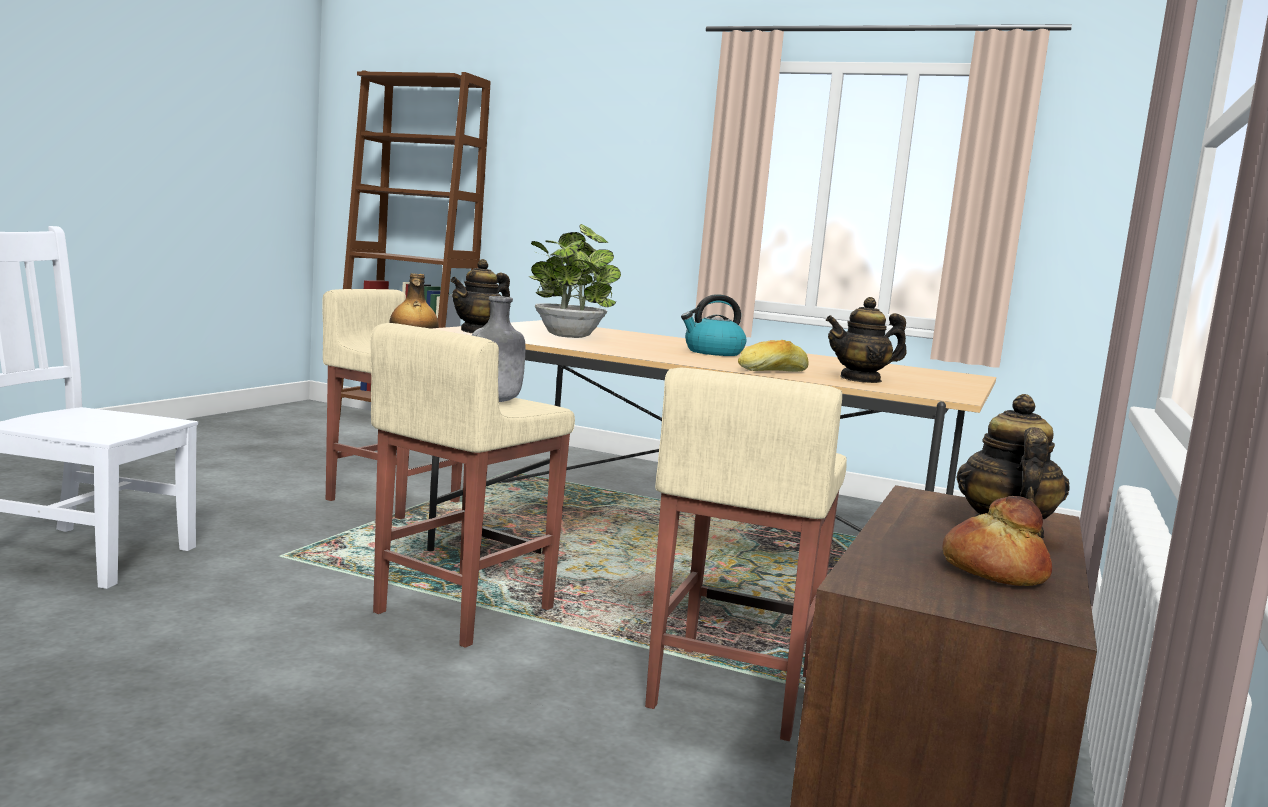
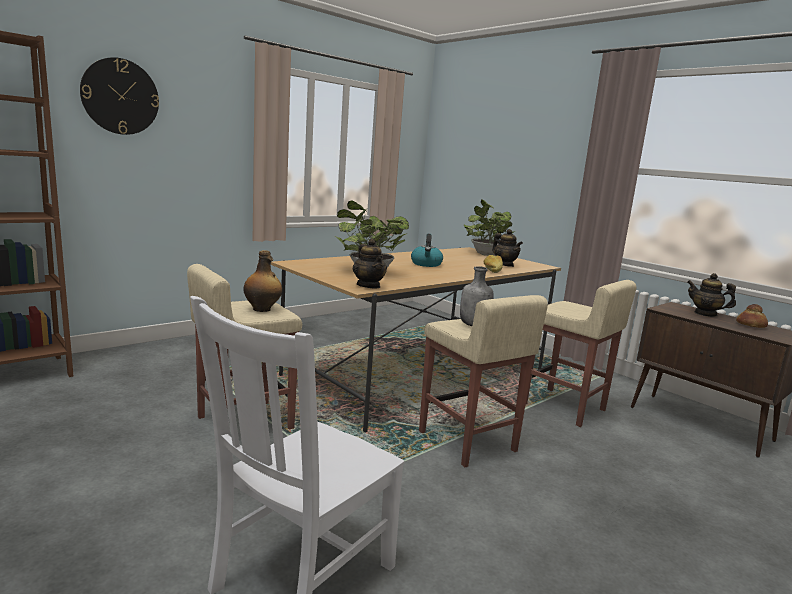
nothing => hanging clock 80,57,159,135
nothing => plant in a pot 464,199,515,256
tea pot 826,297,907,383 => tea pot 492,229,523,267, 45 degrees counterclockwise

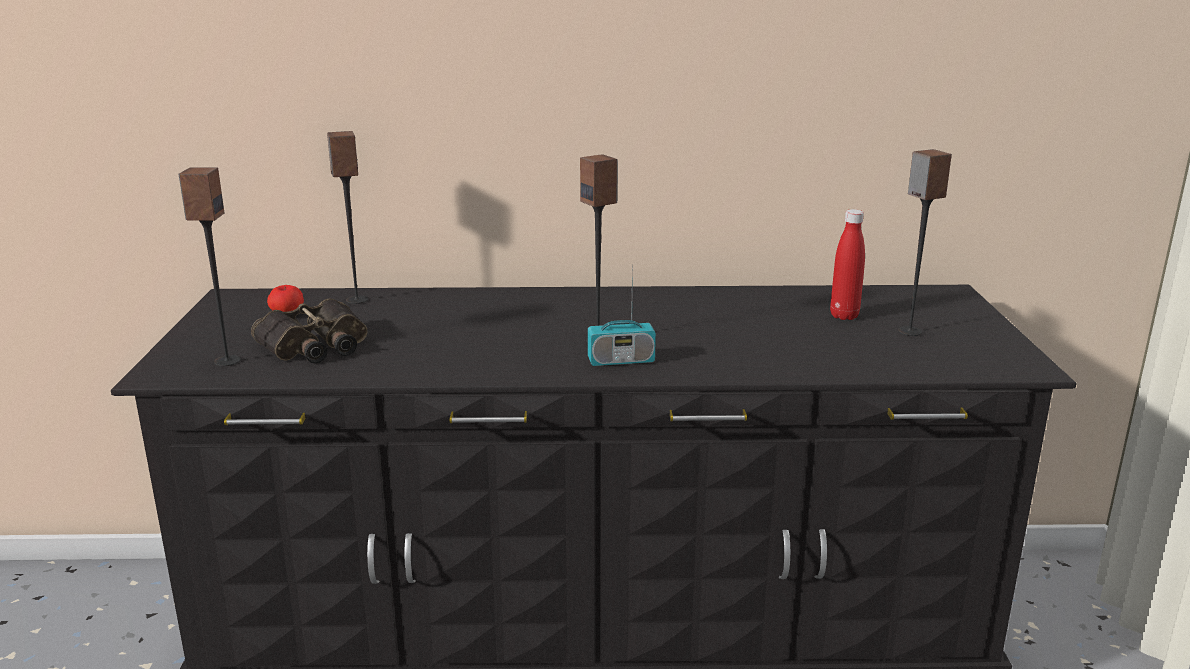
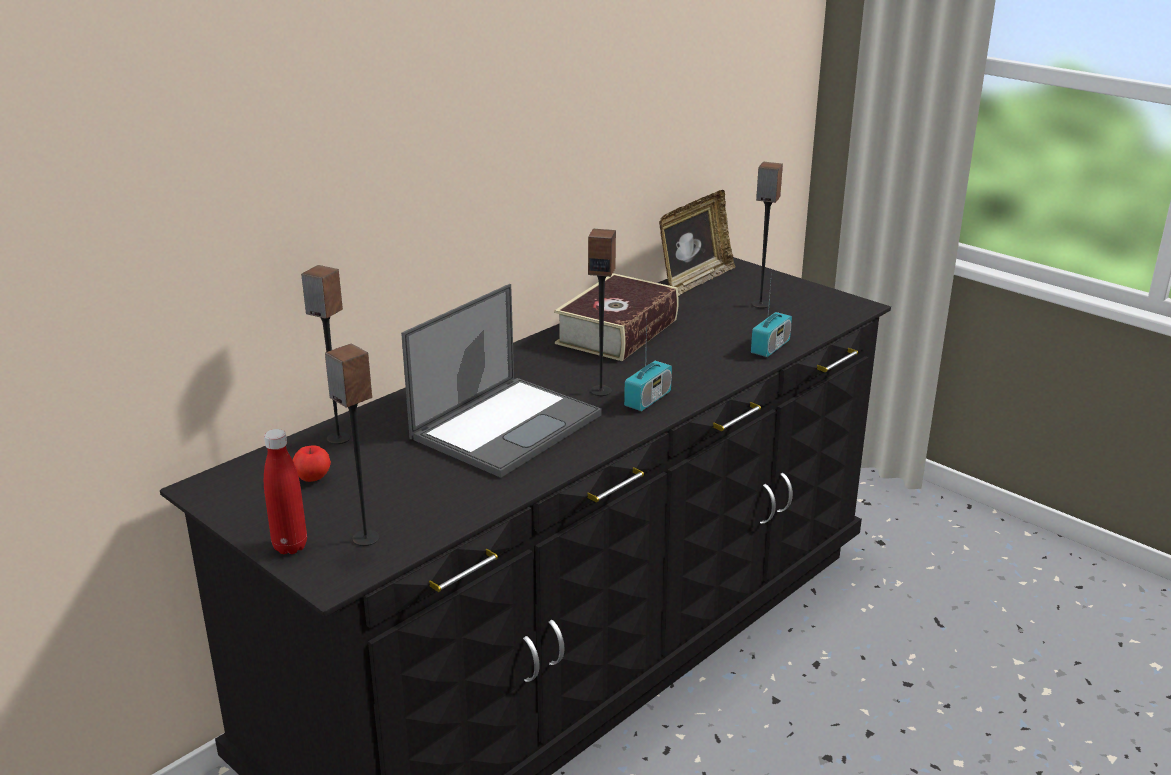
binoculars 251,298,368,364 => nothing
nothing => portable computer 401,284,602,478
nothing => bound book 554,273,679,361
nothing => picture frame 659,190,736,296
nothing => radio receiver 751,270,792,357
bottle in red-coloured 830,209,865,320 => bottle in red-coloured 264,429,307,554, moved

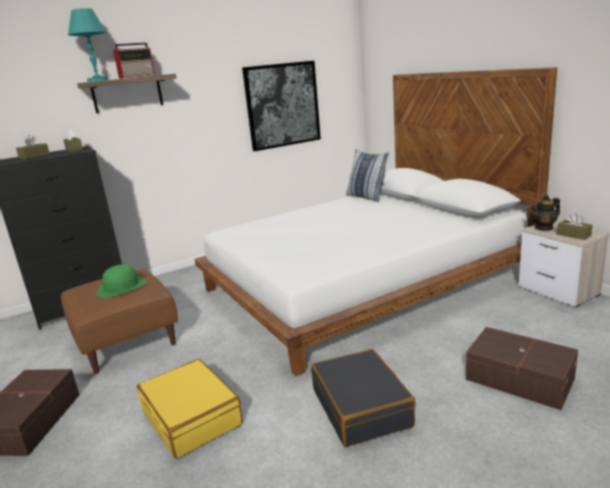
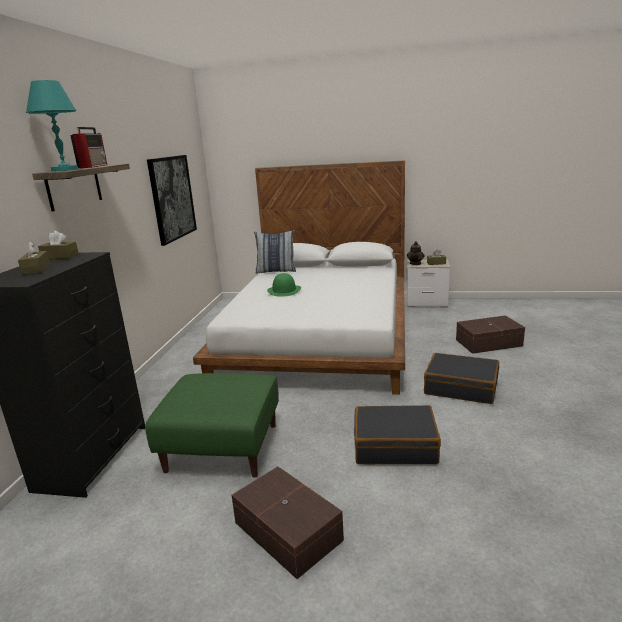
clothing hat in green 96,264,146,297 => clothing hat in green 267,273,301,297, moved
footrest in brownish 61,269,178,374 => footrest in green 145,373,279,478
suitcase in yellowish 137,359,243,459 => suitcase in black-coloured 354,405,441,464

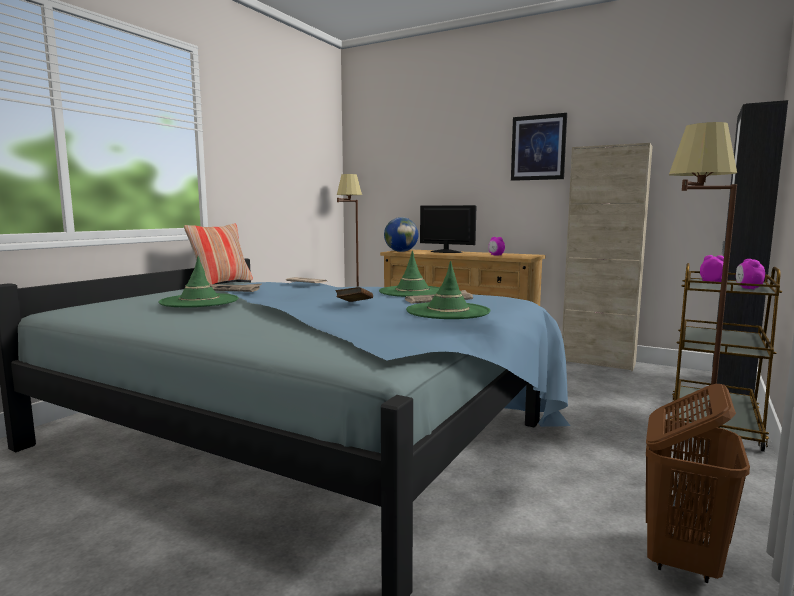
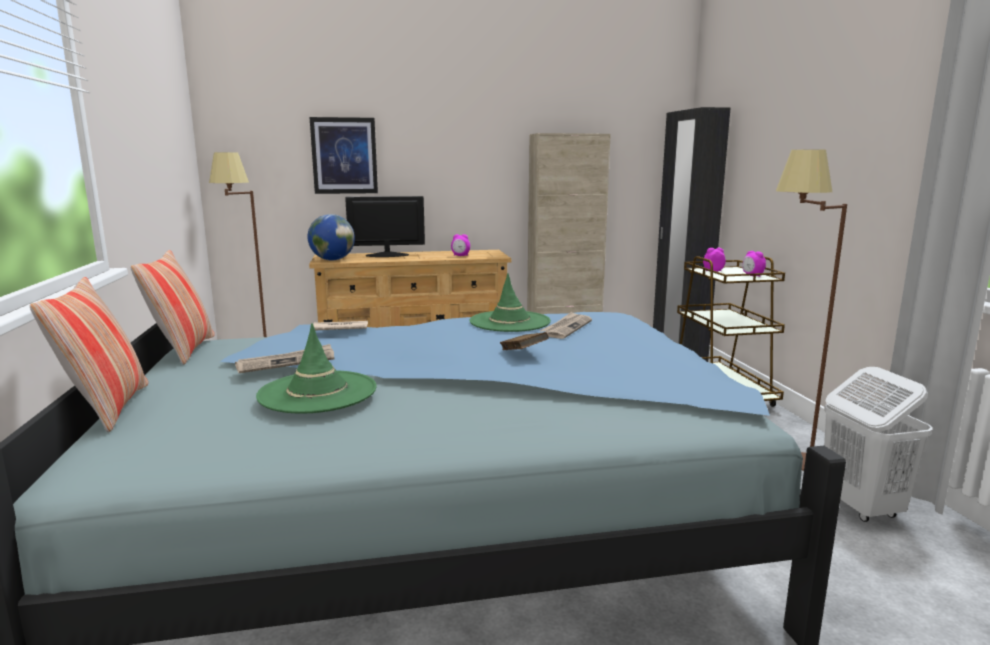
clothing hat in green 406,261,490,319 => nothing
nothing => pillow 30,277,148,433
wall art 511,113,567,181 => wall art 310,117,378,194, moved
laundry basket in brownish 646,384,750,583 => laundry basket in white 824,367,933,522

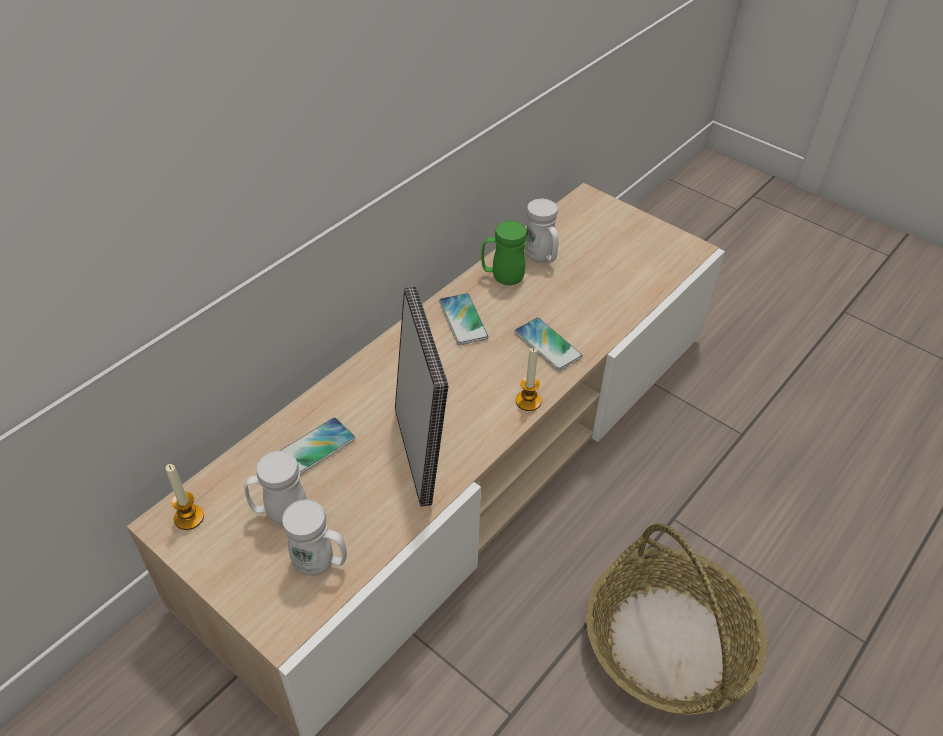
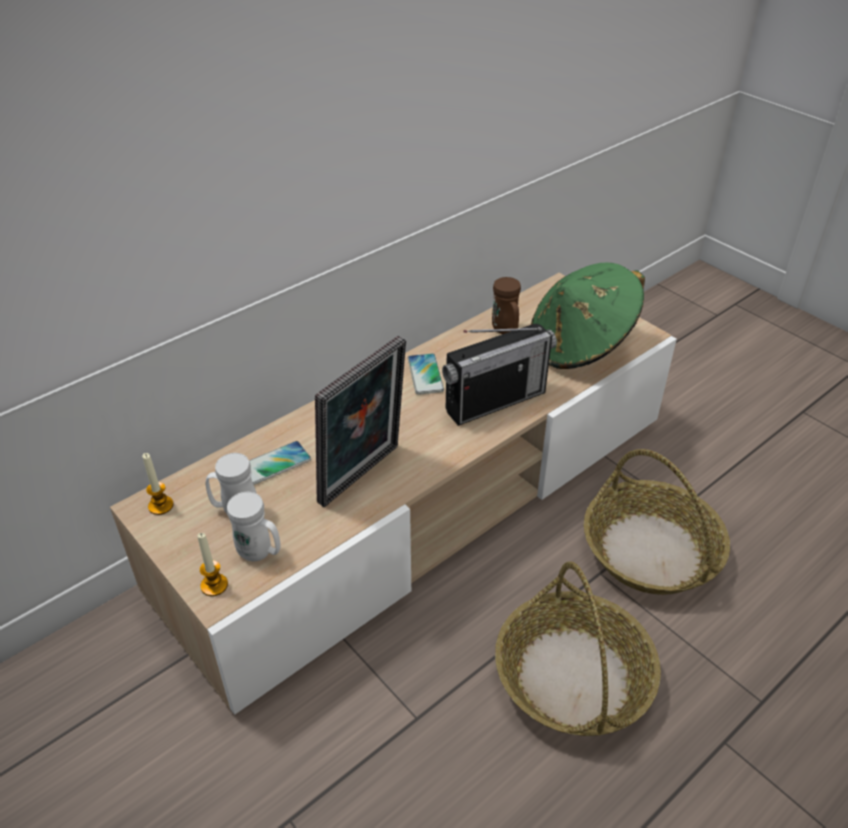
coffee mug in green 481,221,527,285 => nothing
nothing => clothing hat in green 531,263,645,369
nothing => storage basket 584,449,730,595
wax candle 516,348,542,411 => wax candle 197,533,228,596, moved
handset 514,318,583,371 => radio receiver 442,324,557,426
coffee mug in white 525,199,559,263 => coffee mug in brownish 492,277,521,334
picture frame 395,287,449,507 => picture frame 315,336,406,507, 45 degrees clockwise

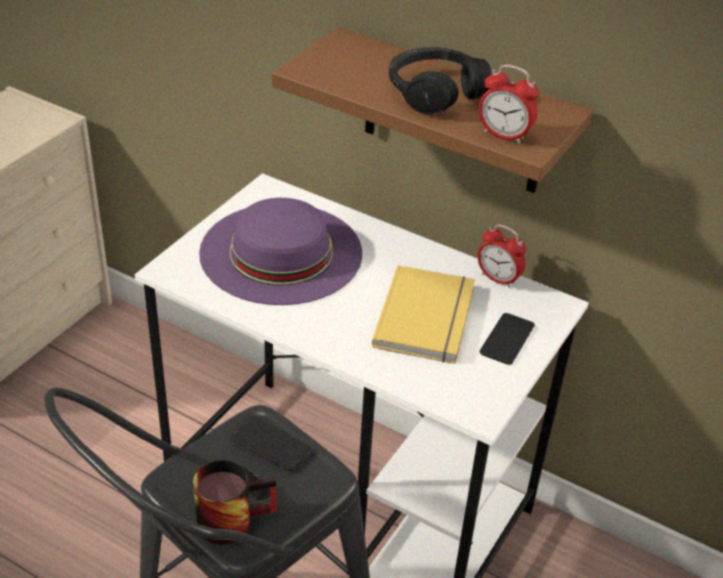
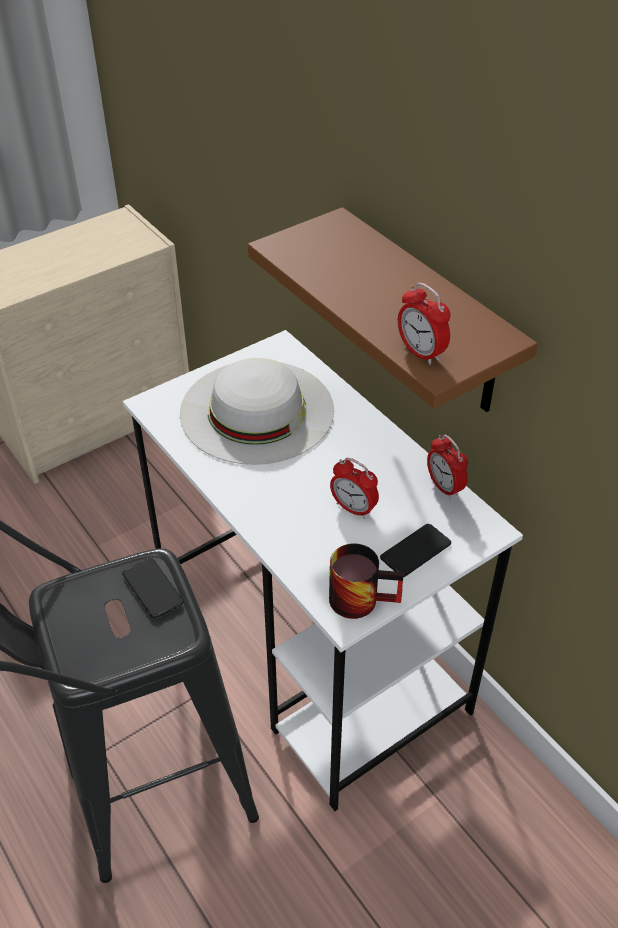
headphones in black-coloured 389,47,492,115 => nothing
coffee mug 193,460,277,545 => coffee mug 329,543,404,619, moved
bound book in yellowish 372,265,475,364 => bedside clock 330,458,379,519
clothing hat in purple-coloured 199,198,362,305 => clothing hat in white 180,358,334,465

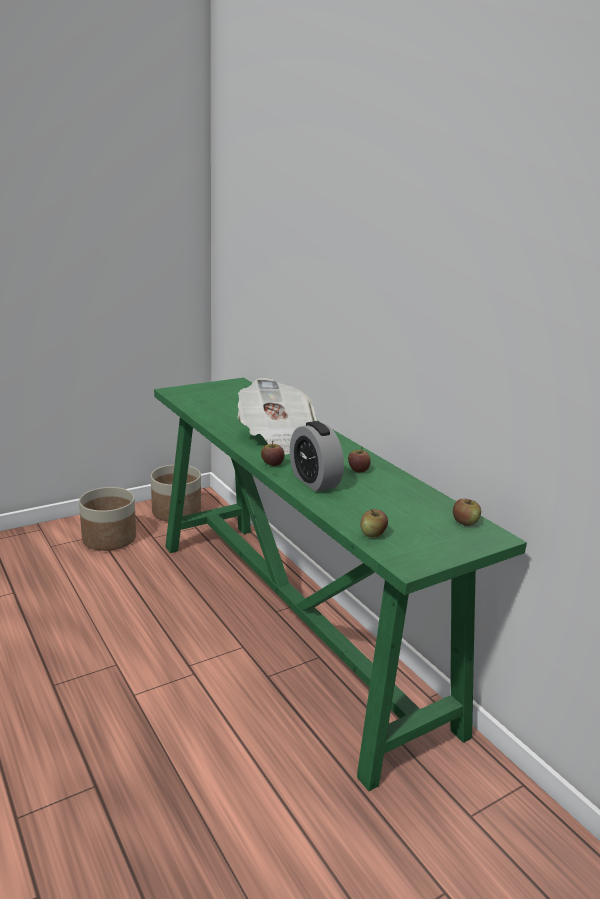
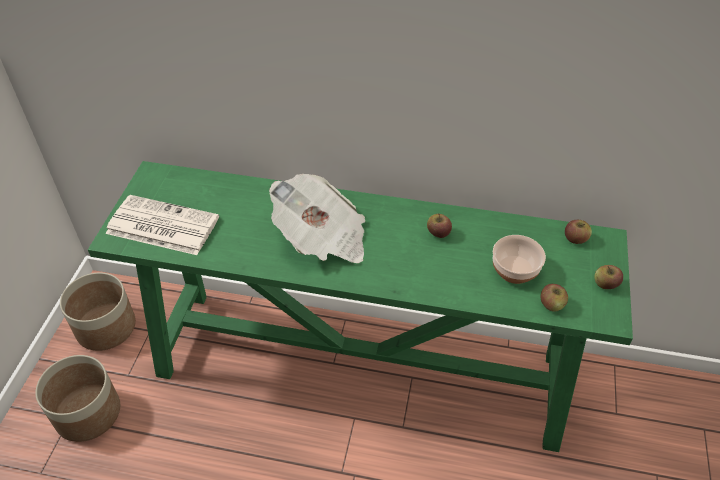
bedside clock 290,421,344,492 => nothing
nothing => printed paper 105,195,219,255
nothing => bowl 493,235,546,284
apple fruit 261,441,285,466 => apple fruit 594,265,623,289, moved

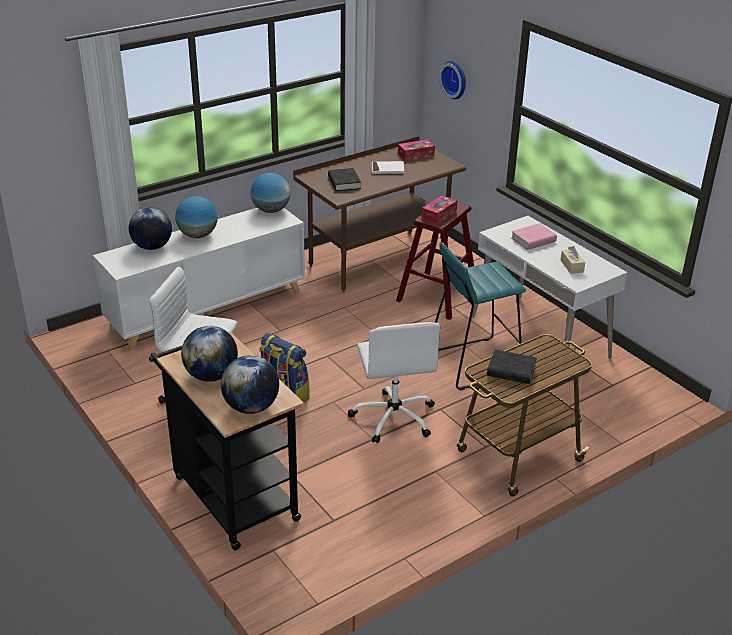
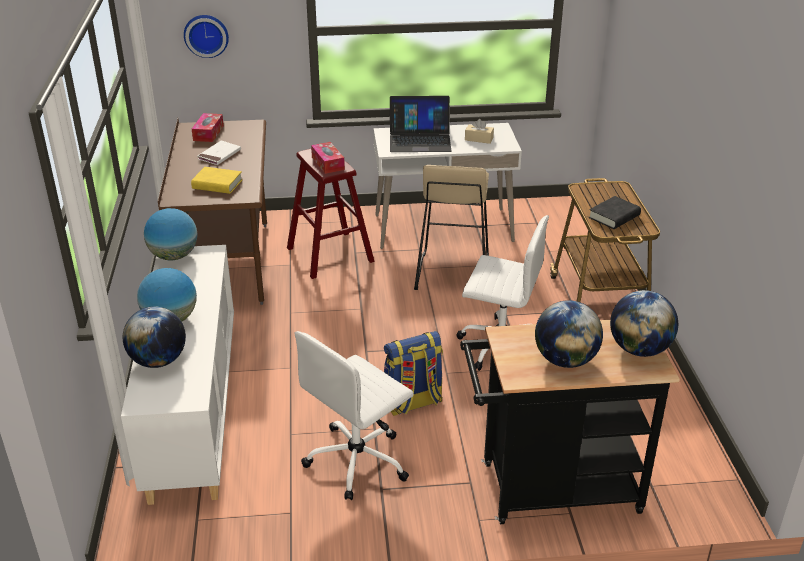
bound book in pink-coloured 511,223,557,250 => portable computer 390,96,451,152
bound book in black-coloured 328,168,361,191 => bound book in yellowish 191,167,243,194
stool seat in turquoise 435,242,526,391 => stool seat in beige 414,165,489,290

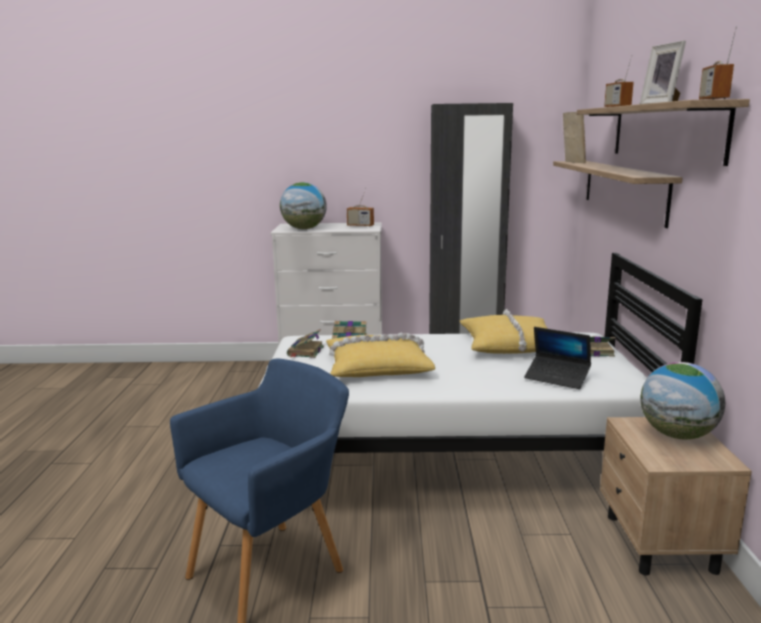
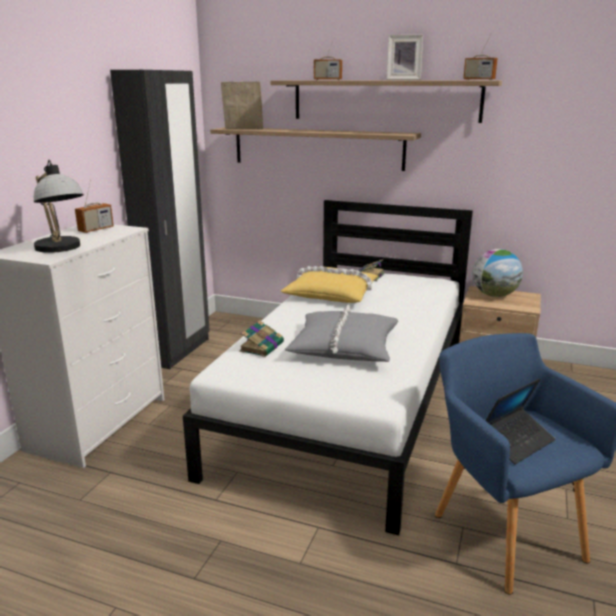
bound book 287,329,324,358 => nothing
portable computer 524,327,591,389 => portable computer 486,378,556,464, moved
desk globe 280,182,327,229 => table lamp 34,160,84,253
pillow in yellowish 326,333,435,377 => pillow in grey 284,305,398,362

